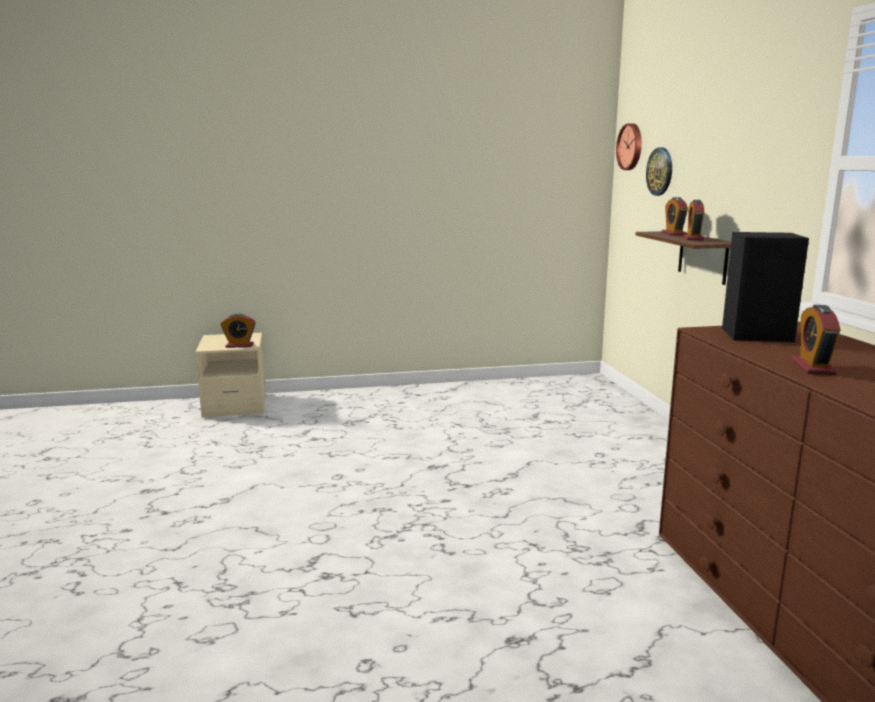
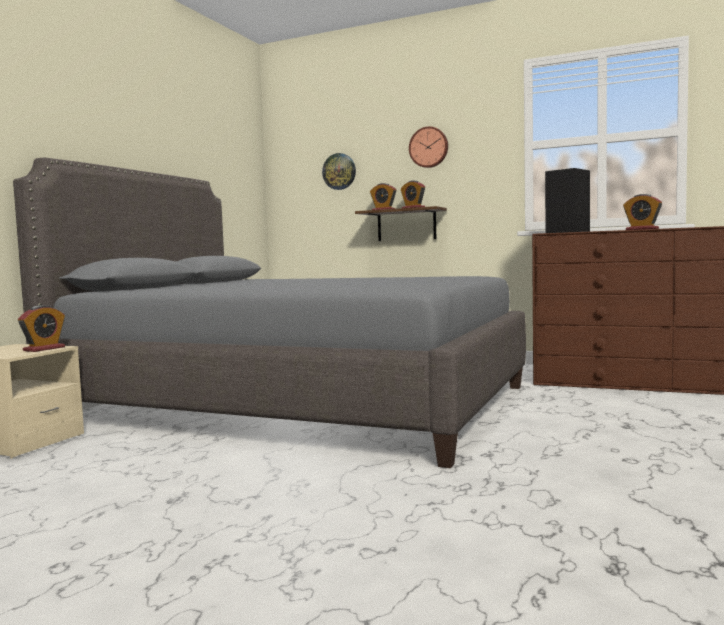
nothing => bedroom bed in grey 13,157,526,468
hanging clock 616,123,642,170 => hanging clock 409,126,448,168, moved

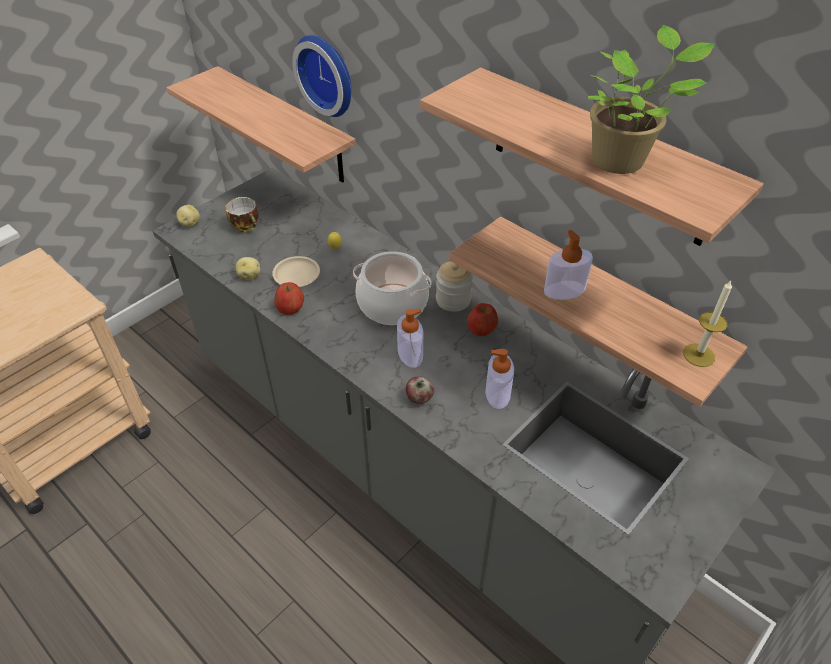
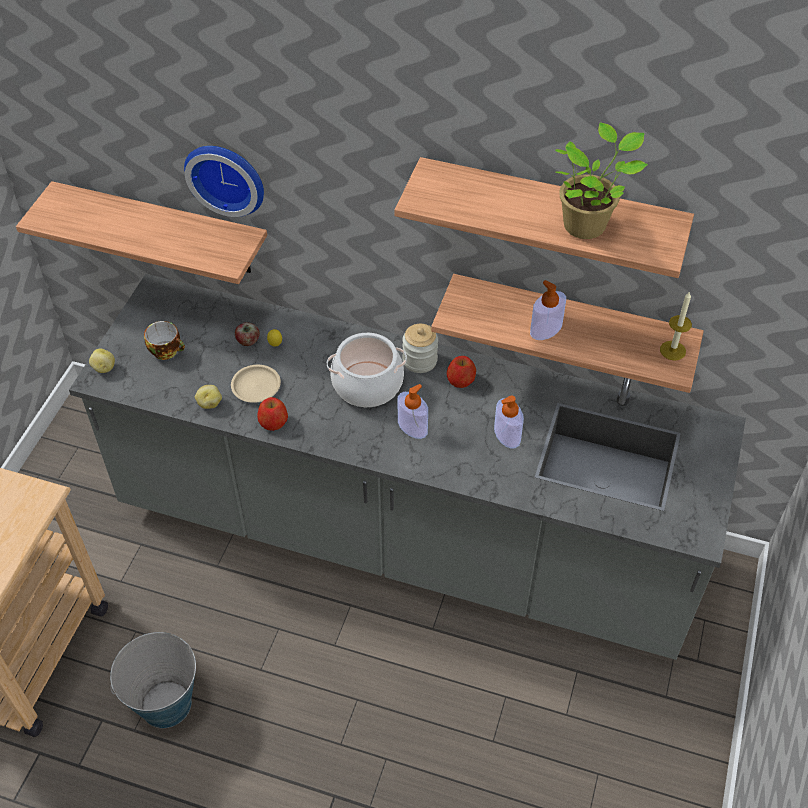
nothing => bucket 110,632,196,728
apple fruit 406,376,434,404 => apple fruit 235,322,260,346, moved

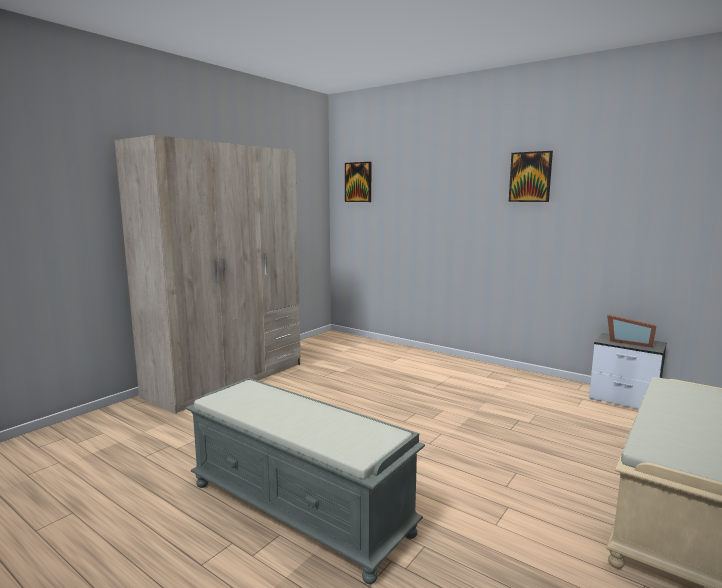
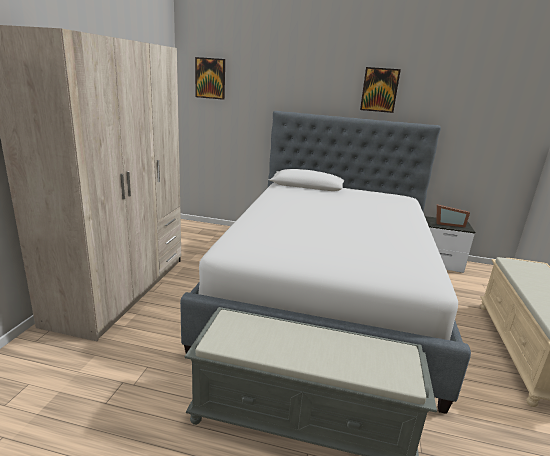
nothing => bedroom bed 180,111,471,414

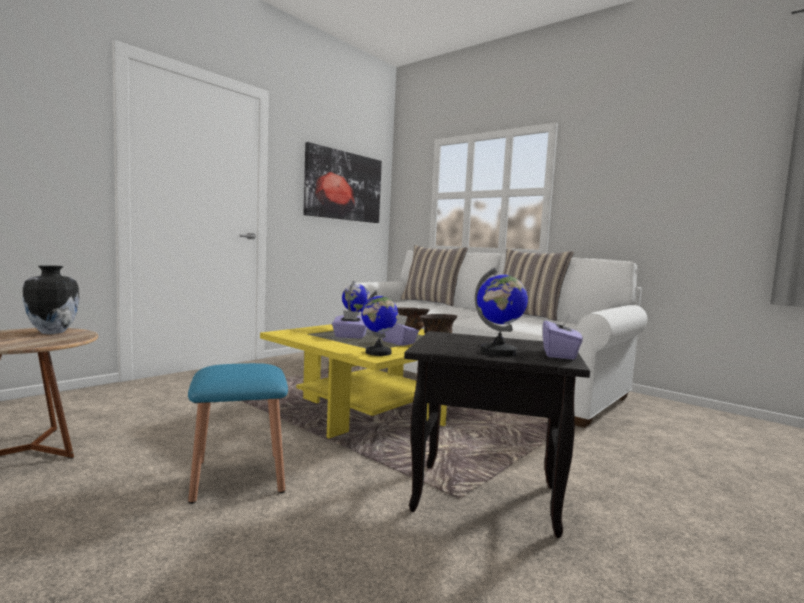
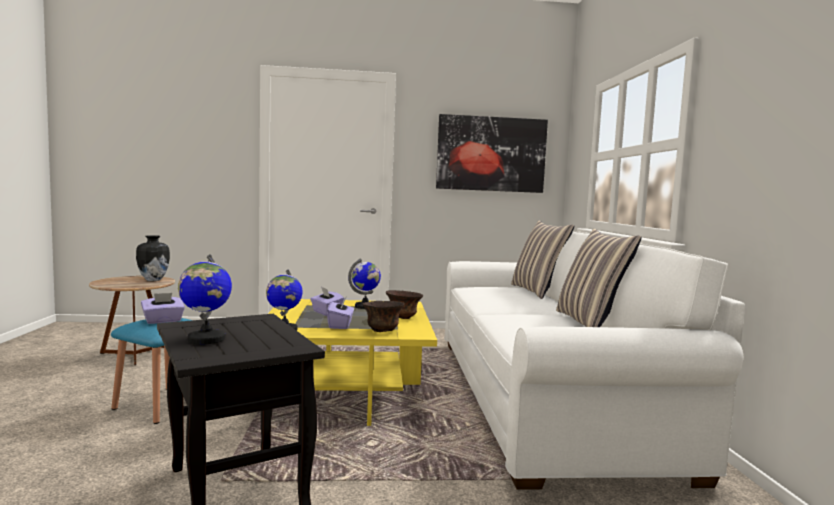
tissue holder in purple-coloured 543,313,583,359 => tissue holder in purple-coloured 141,293,185,324, moved

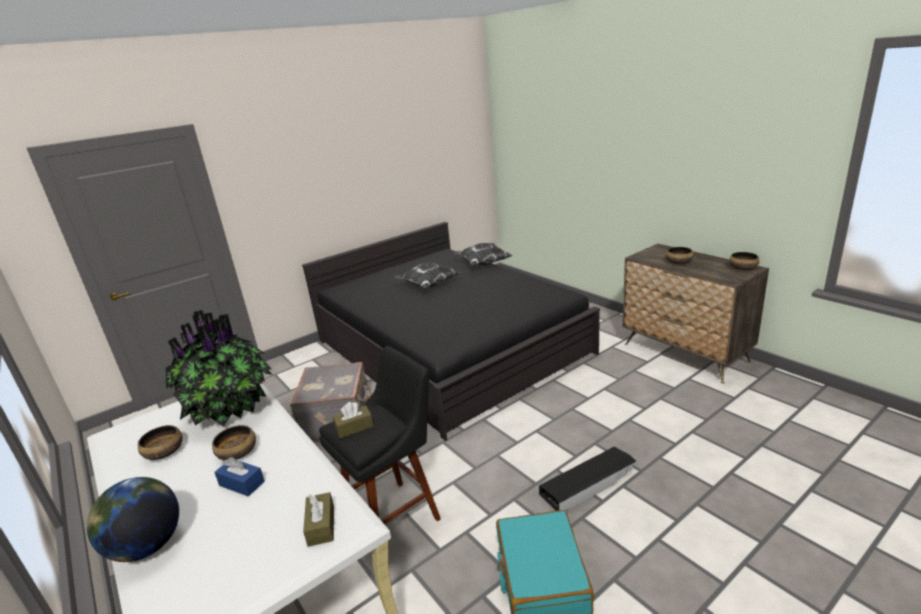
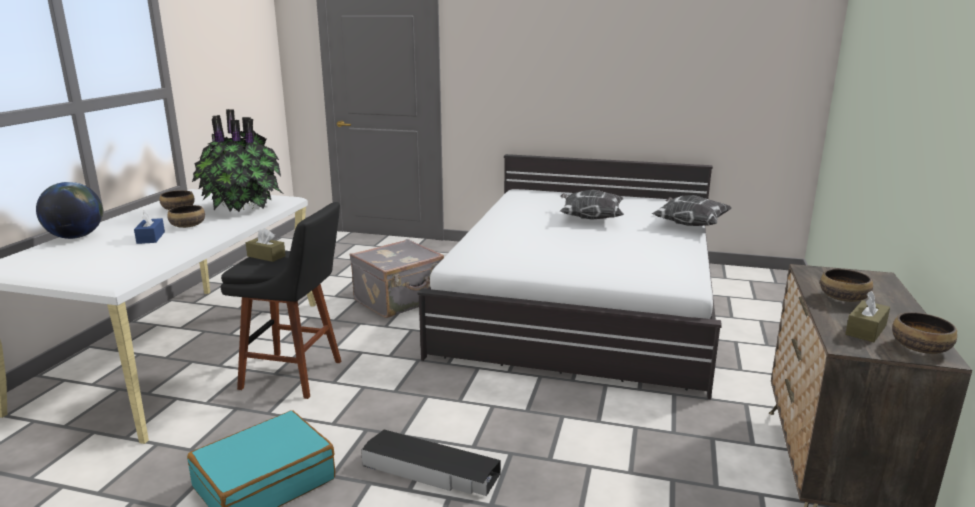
tissue holder in brownish 303,492,334,547 => tissue holder in brownish 845,291,890,342, moved
bedroom bed in black-coloured 302,222,600,441 => bedroom bed in white 418,154,722,399

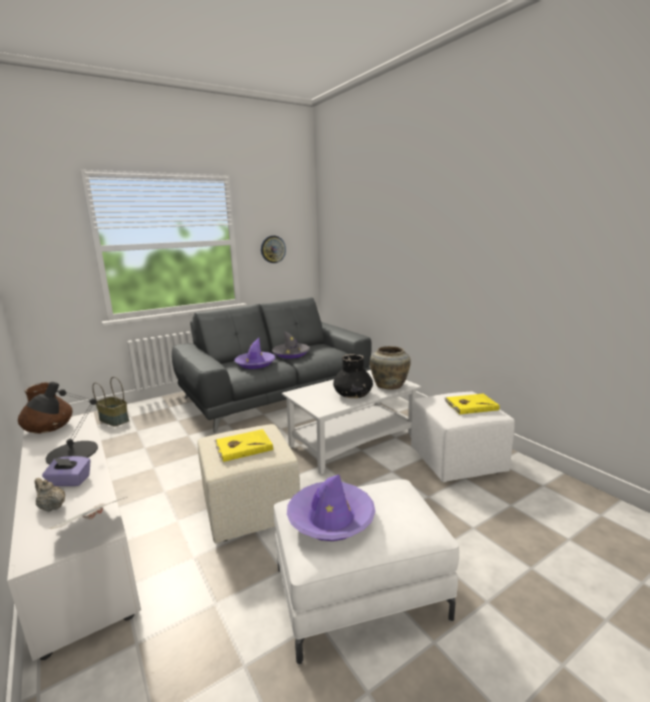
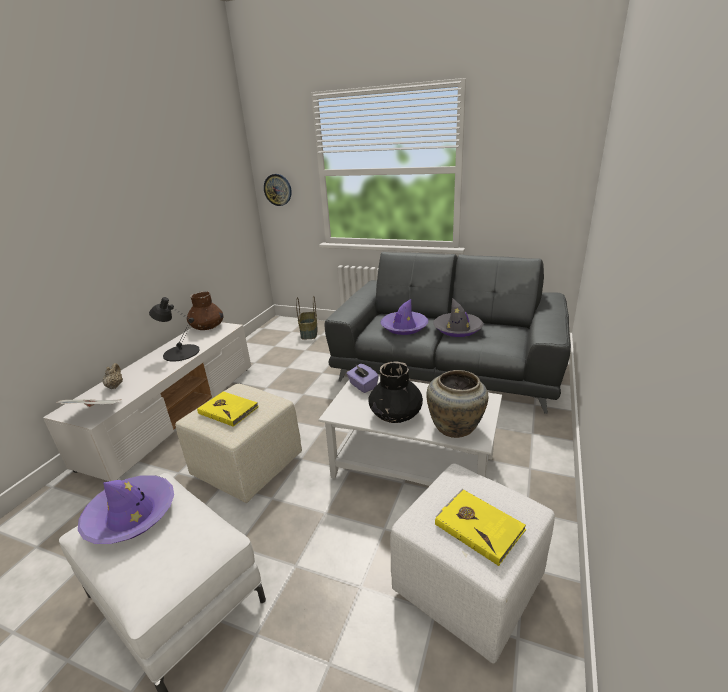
tissue holder in purple-coloured 42,456,91,486 => tissue holder in purple-coloured 347,364,379,393, moved
hanging clock 261,236,286,263 => hanging clock 264,174,292,206, moved

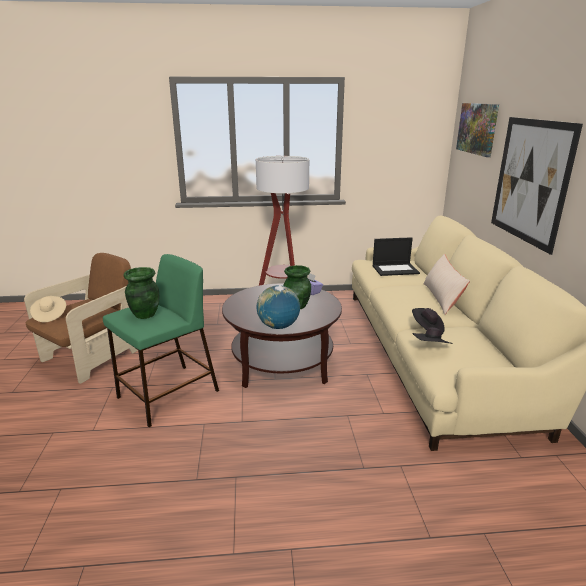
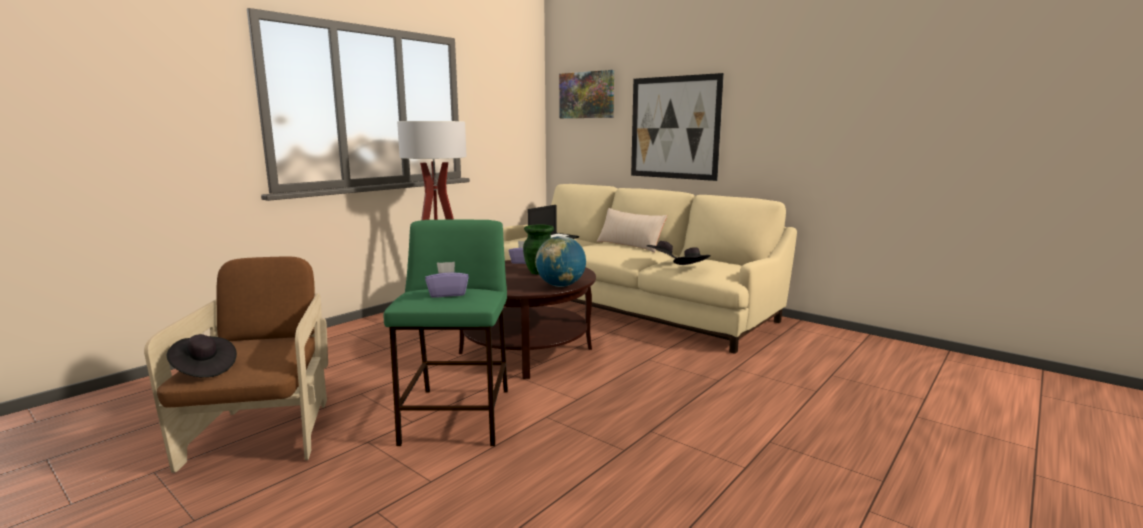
vase in green 123,267,159,319 => tissue holder in purple-coloured 425,262,469,298
clothing hat in beige 30,296,66,322 => clothing hat in black-coloured 167,334,237,378

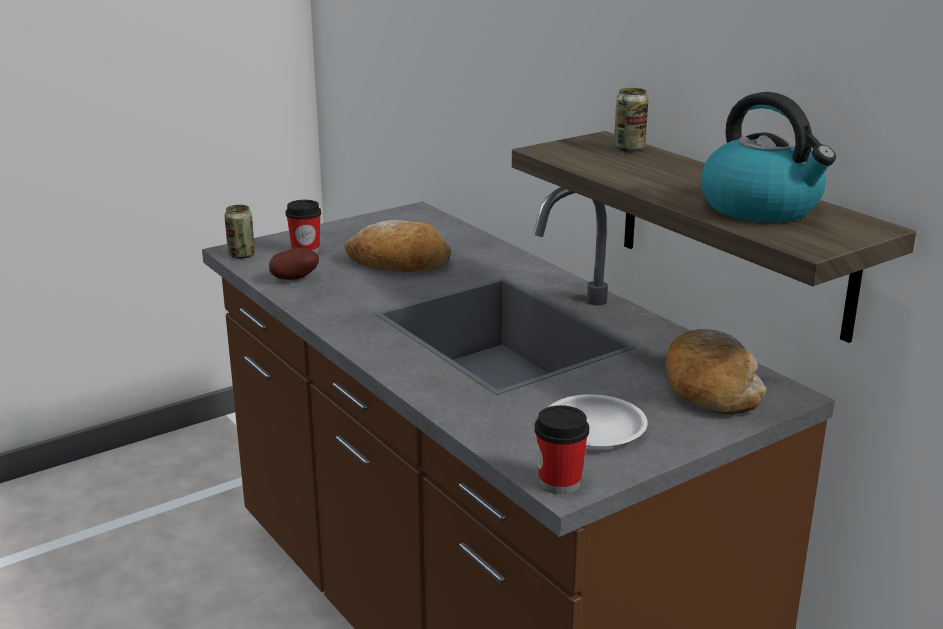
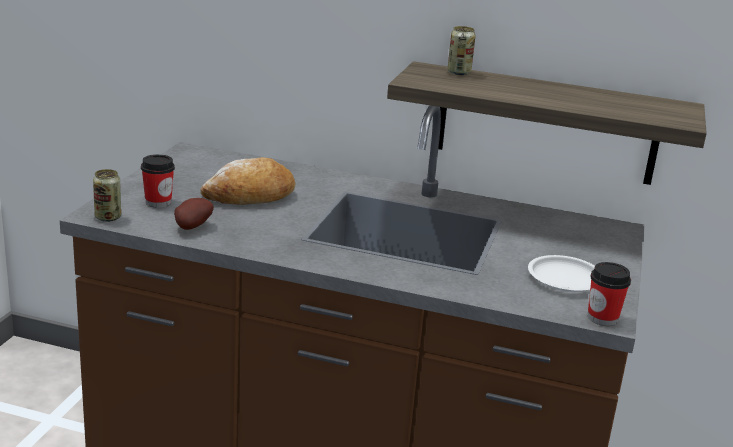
bread 666,329,767,415 => nothing
tea kettle 701,92,836,222 => nothing

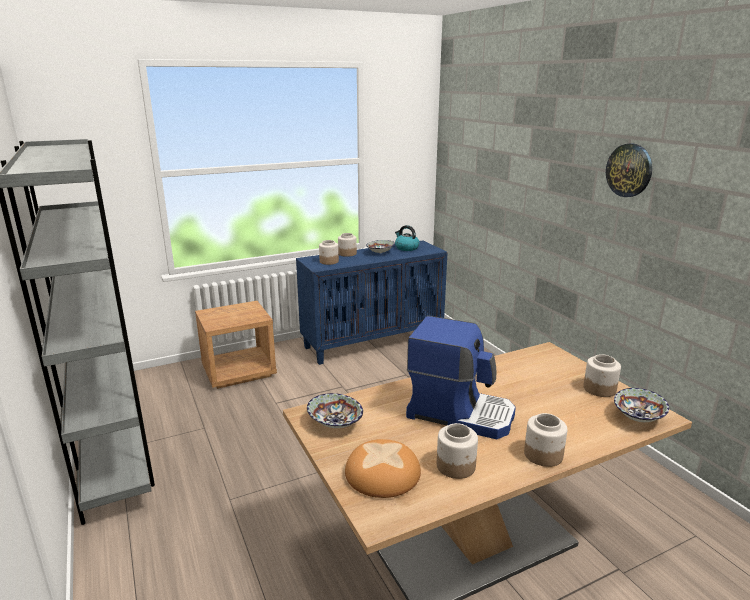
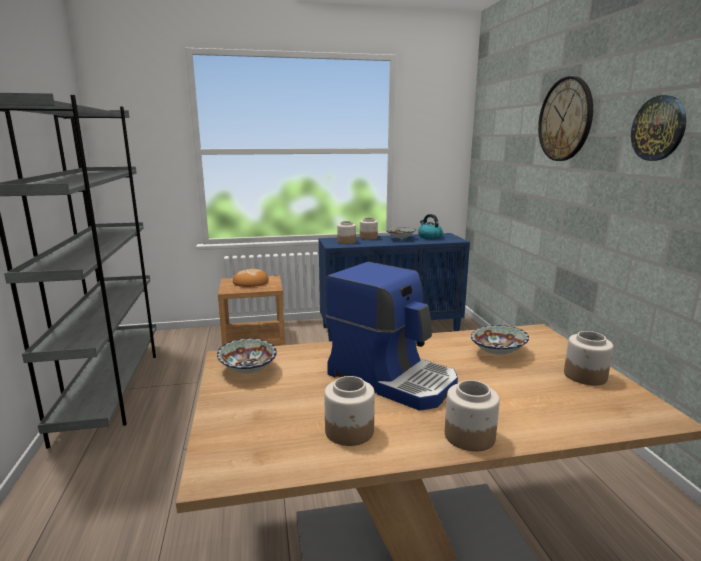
nothing => hanging clock 538,76,593,161
bread 345,439,421,498 => bread 233,269,269,287, moved
bowl 614,388,669,422 => bowl 471,325,529,355, moved

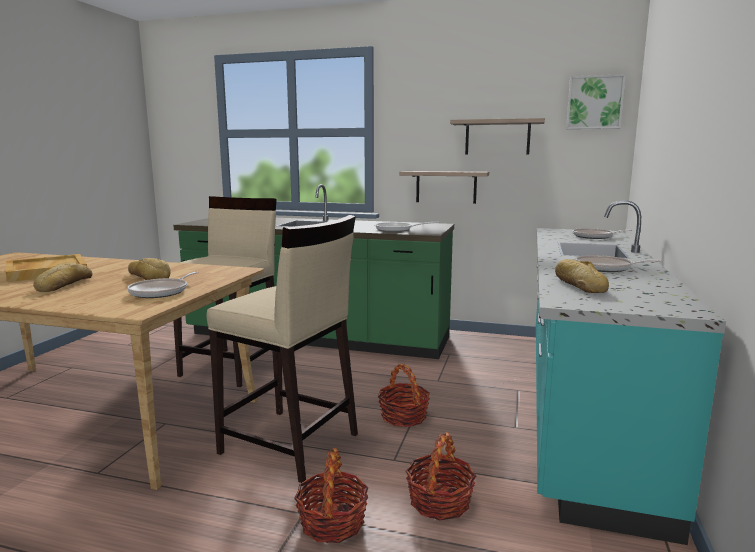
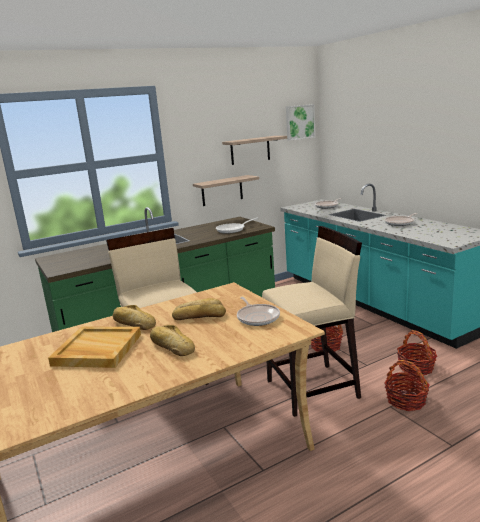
bread 555,259,609,293 => bread 113,305,156,330, moved

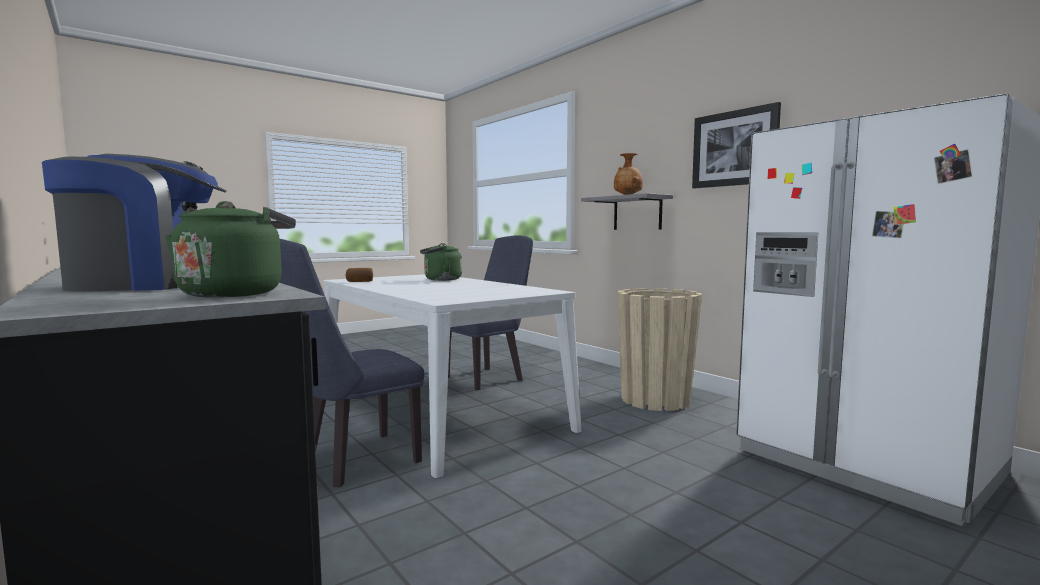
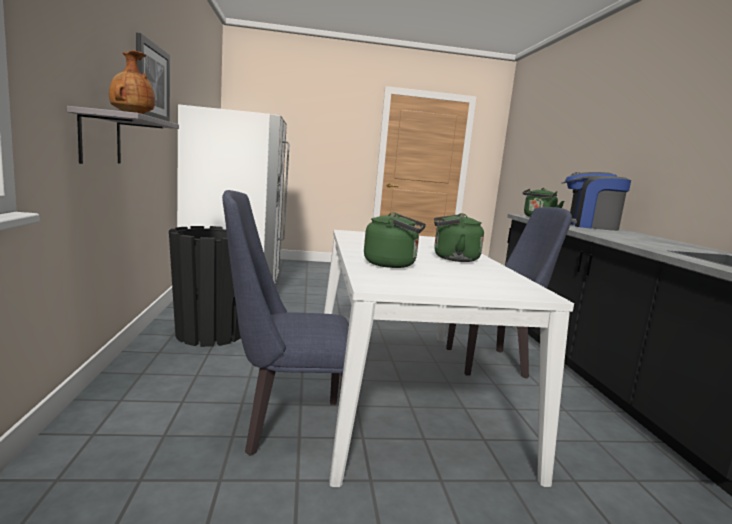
bread 345,268,373,282 => nothing
nothing => tea kettle in green 434,213,484,262
flower pot in beige 617,288,702,411 => flower pot in black-coloured 169,226,241,347

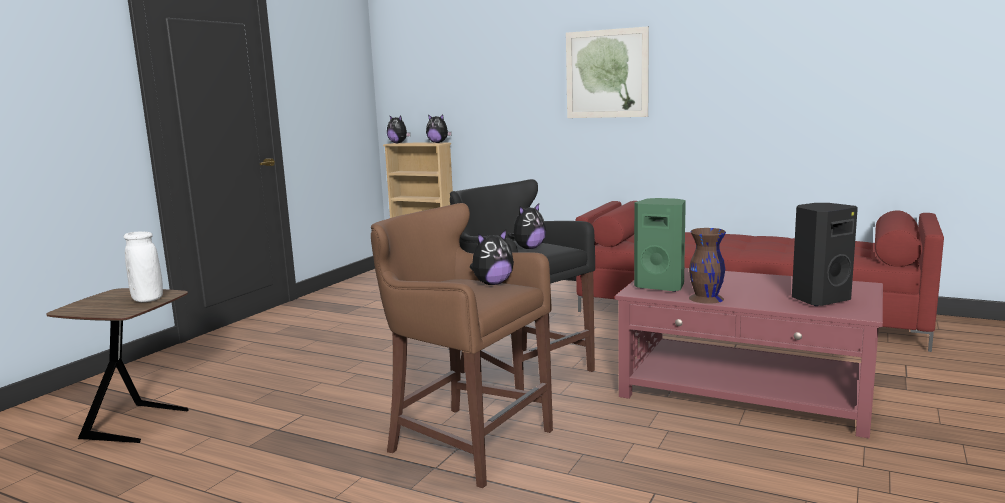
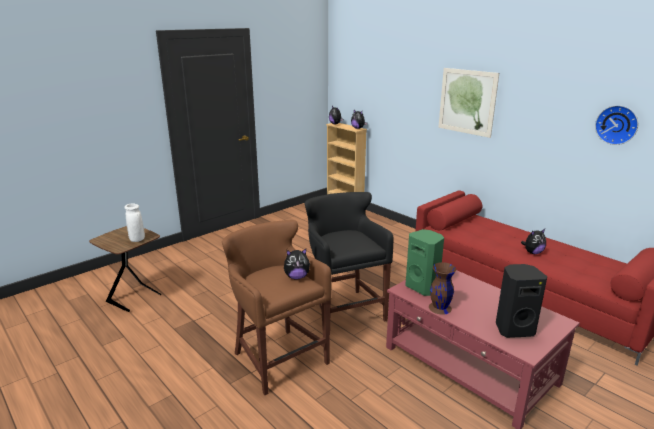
nothing => hanging clock 595,105,638,145
plush toy 507,203,546,249 => plush toy 521,229,546,254, moved

